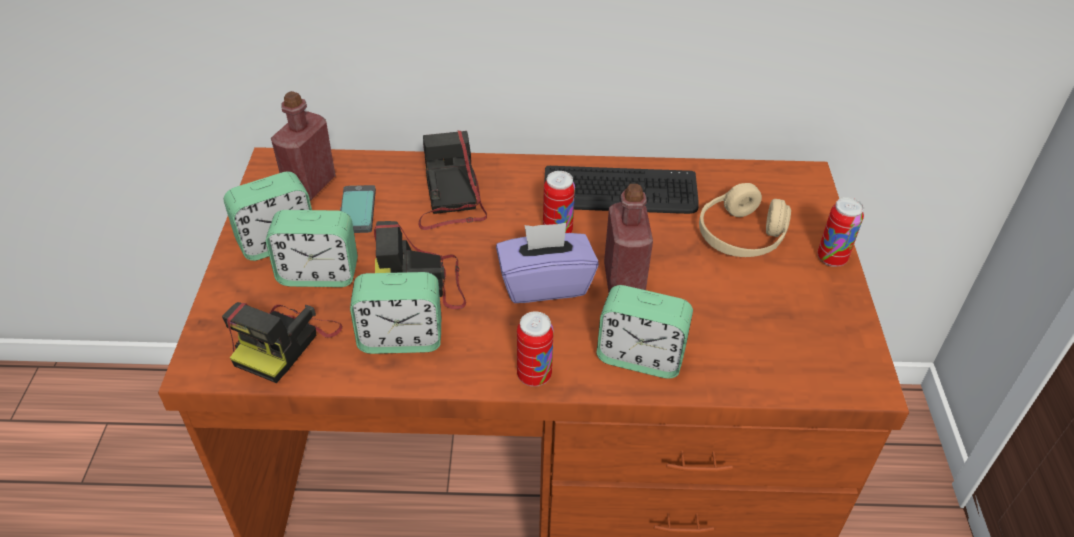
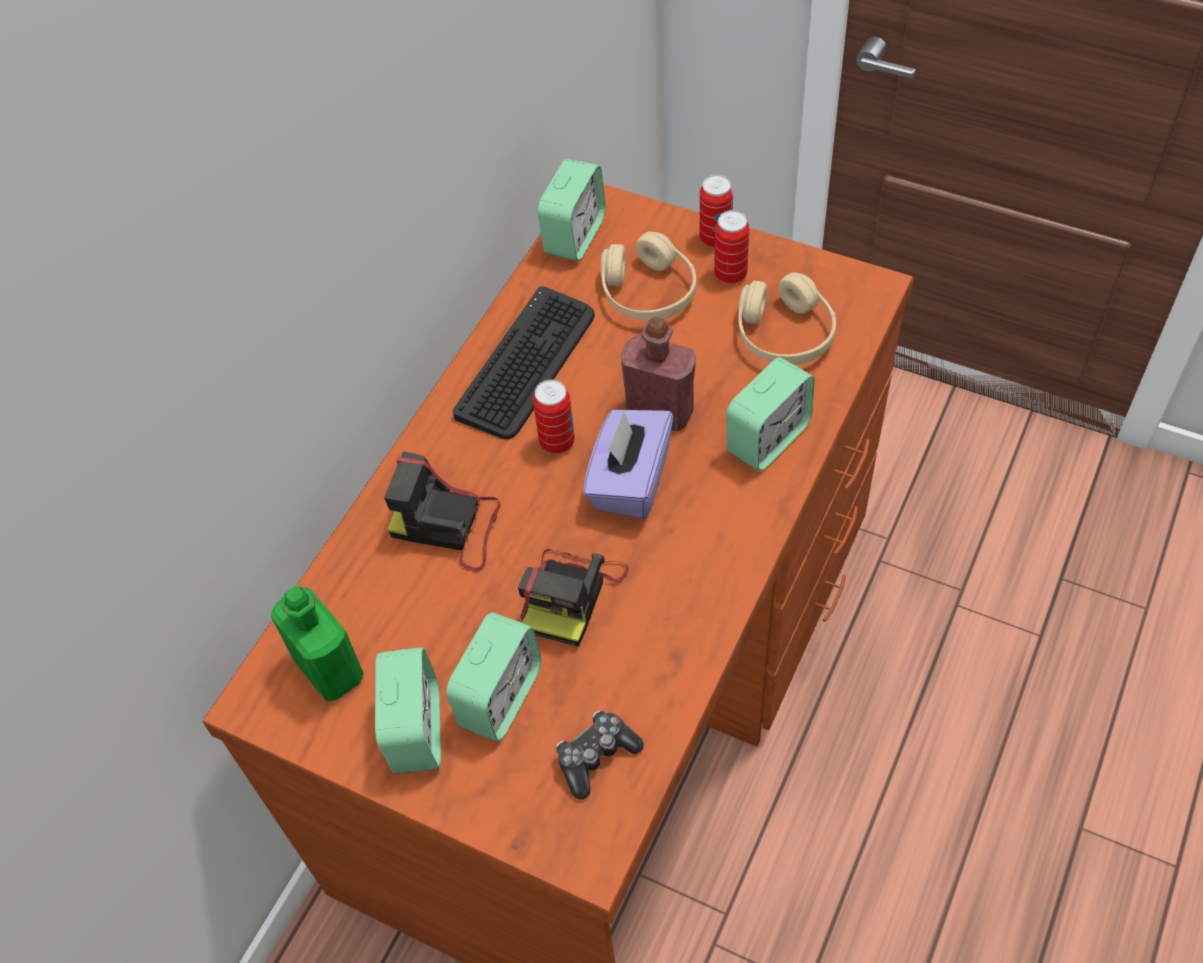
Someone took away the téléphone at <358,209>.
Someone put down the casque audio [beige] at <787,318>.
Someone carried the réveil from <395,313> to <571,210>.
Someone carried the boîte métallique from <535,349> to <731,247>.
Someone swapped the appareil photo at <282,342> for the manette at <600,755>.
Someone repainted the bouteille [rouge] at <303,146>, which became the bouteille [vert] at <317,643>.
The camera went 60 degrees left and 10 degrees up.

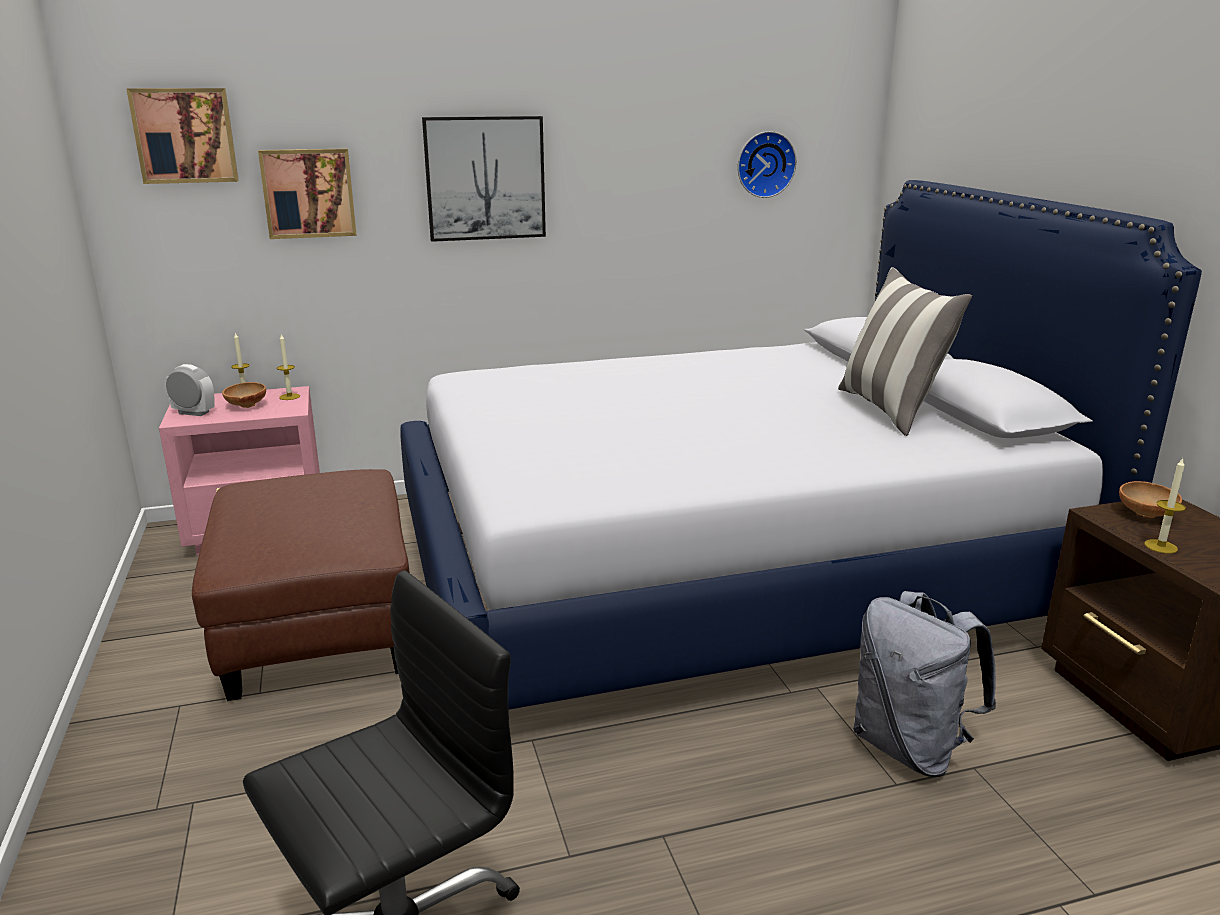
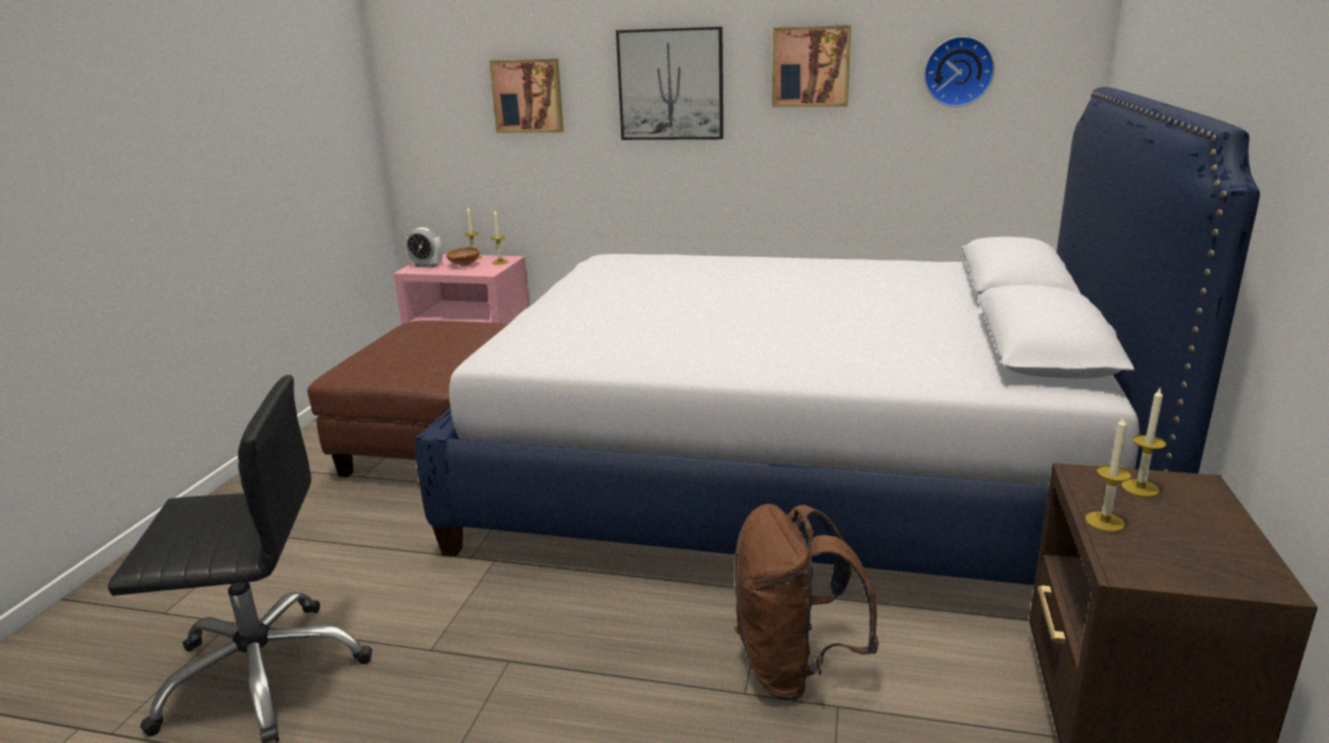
Someone took away the coussin at <905,351>.
Someone carried the tableau from <182,136> to <811,66>.
Someone swapped the bol [marron] at <1150,499> for the bougie at <1143,442>.
Someone repainted the sac à dos [gris] at <924,684>, which became the sac à dos [marron] at <806,602>.
Someone rotated the réveil at <190,390> by 150 degrees clockwise.
The camera went 30 degrees right and 0 degrees up.

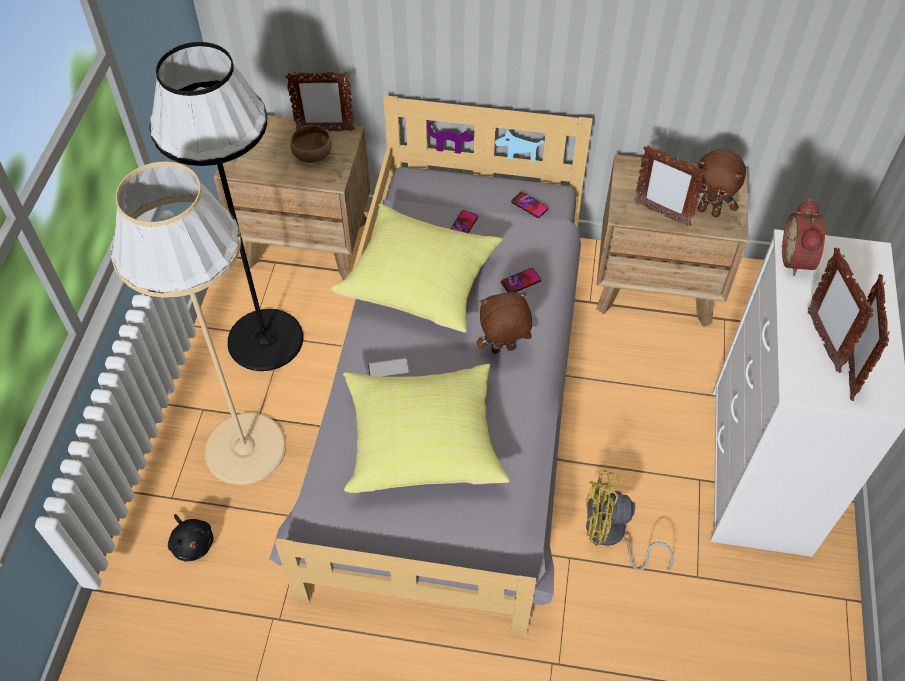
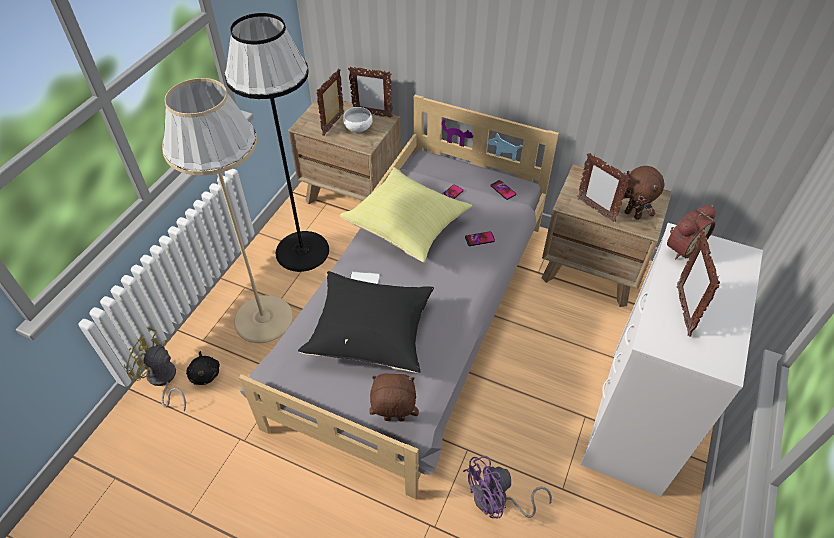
Someone put down the ventilateur [violet] at <507,487>.
Someone carried the peluche [marron] from <504,323> to <394,397>.
Someone carried the ventilateur [jaune] from <630,520> to <155,369>.
Someone carried the cadre photo from <869,337> to <330,102>.
Someone repainted the bol [marron] at <311,144>, which became the bol [blanc] at <358,119>.
Someone repainted the coussin [jaune] at <426,428>, which became the coussin [noir] at <366,322>.
Someone rotated the réveil at <803,237> by 150 degrees counterclockwise.
The camera went 15 degrees right and 5 degrees down.

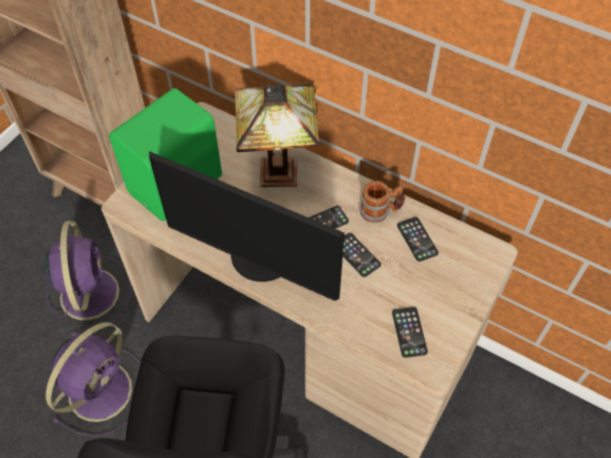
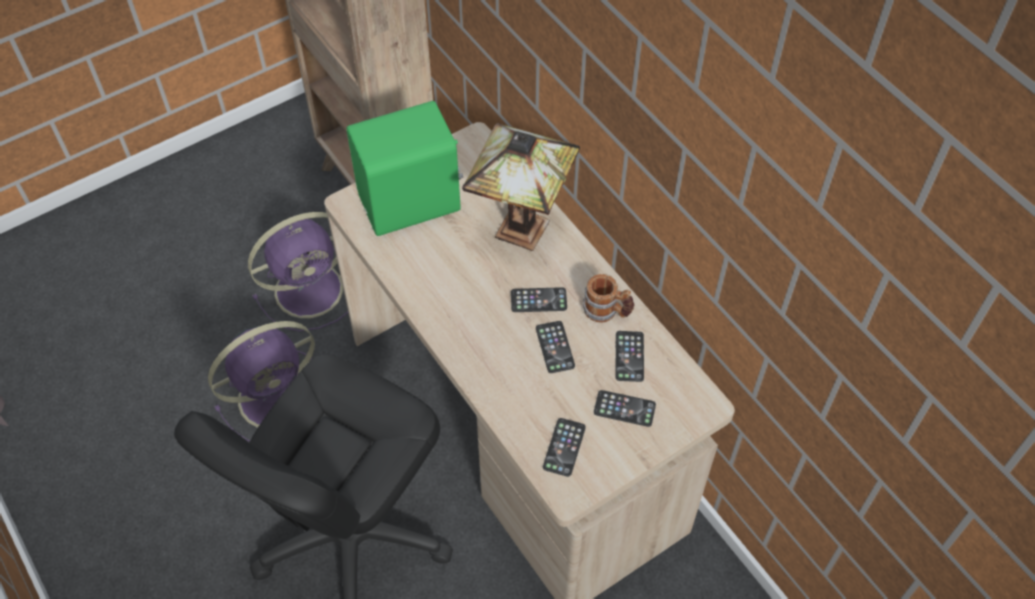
Someone took away the écran d'ordinateur at <247,226>.
Someone put down the téléphone at <625,408>.
Someone rotated the ventilateur [violet] at <87,278> by 45 degrees clockwise.
The camera went 25 degrees right and 0 degrees up.

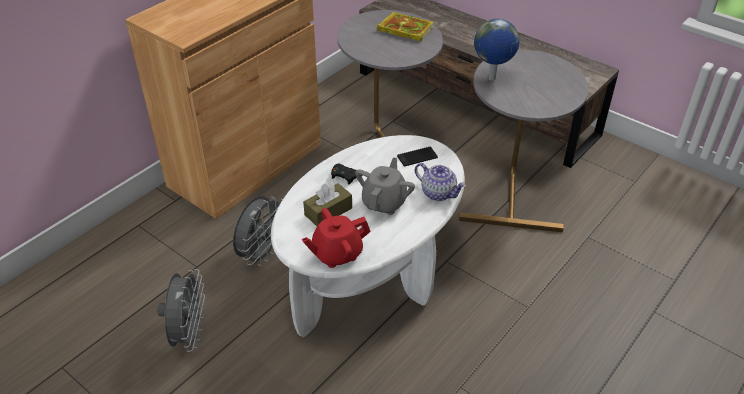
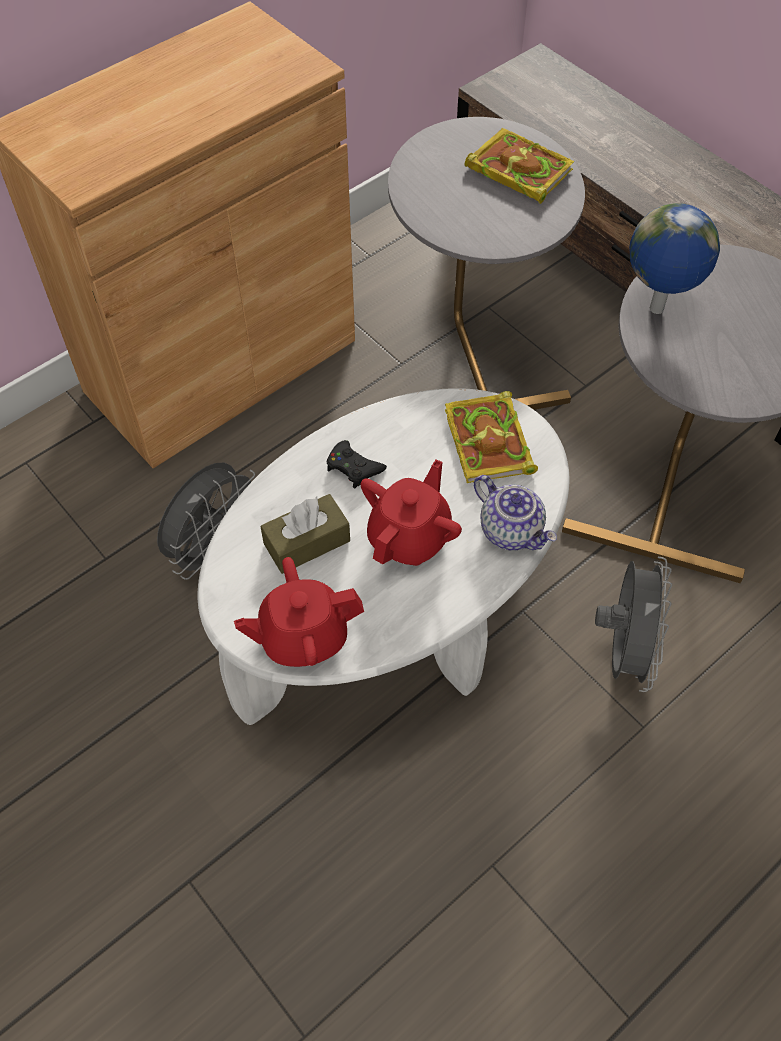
Someone carried the ventilateur [gris] from <181,310> to <633,624>.
Someone swapped the téléphone at <417,157> for the livre at <491,437>.
Someone repainted the théière [gris] at <385,186>, which became the théière [rouge] at <411,512>.
The camera went 10 degrees right and 15 degrees up.

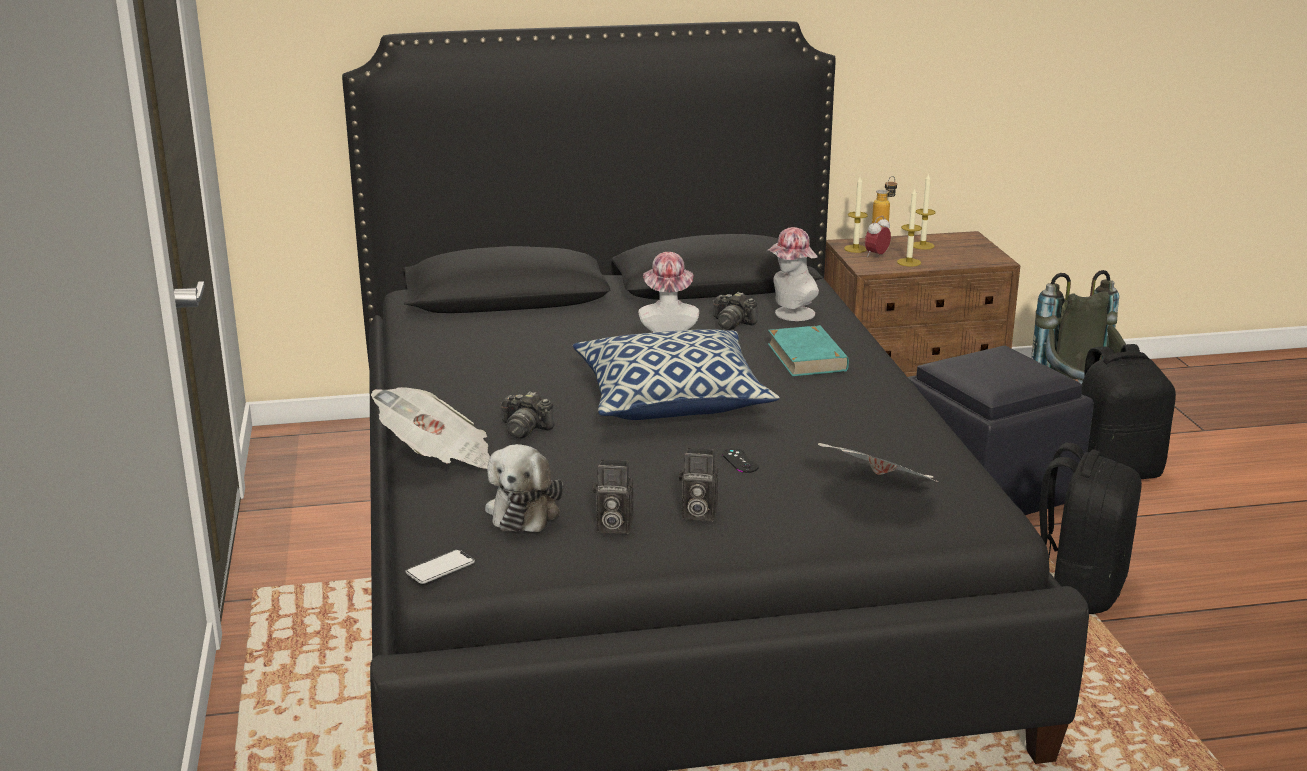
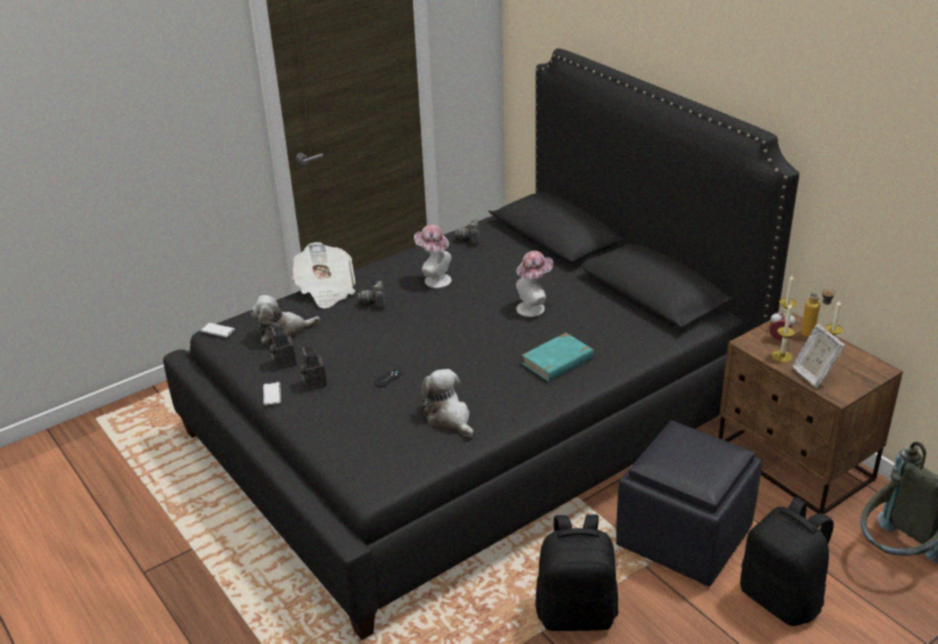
Someone took away the coussin at <676,374>.
Someone took away the journal at <878,462>.
Someone put down the téléphone at <272,393>.
Someone put down the peluche at <447,403>.
Someone put down the cadre photo at <818,356>.
Someone carried the appareil photo from <735,311> to <467,233>.
Someone carried the chapeau from <792,274> to <433,256>.
The camera went 65 degrees right and 10 degrees up.

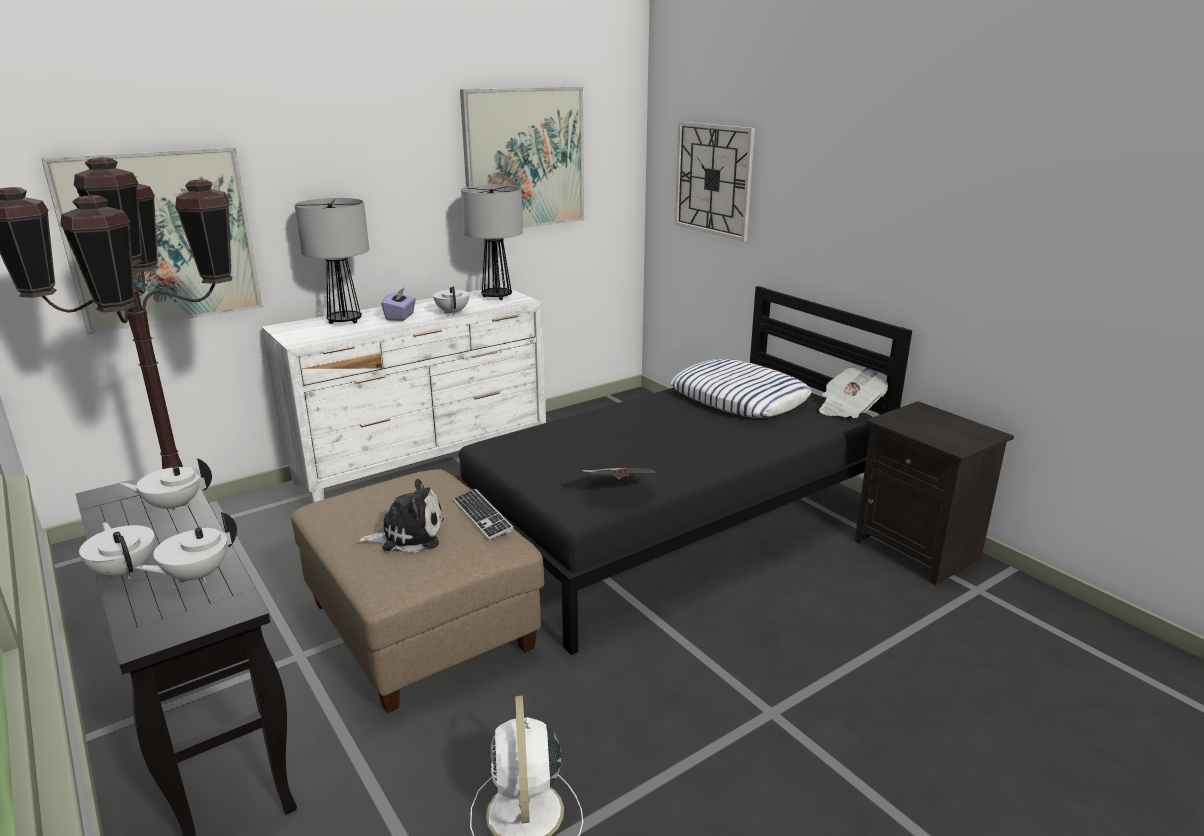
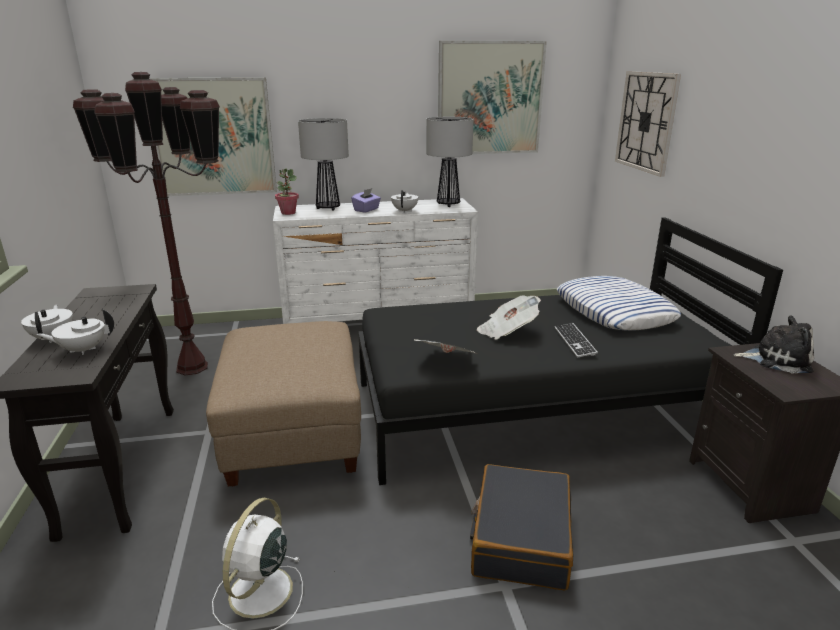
Someone took away the théière [blanc] at <166,485>.
Someone put down the plante en pot at <287,191>.
Someone put down the valise [noir] at <521,527>.
Someone carried the peluche from <400,516> to <774,344>.
Someone carried the clavier from <483,514> to <576,340>.
Someone carried the journal from <853,392> to <509,317>.
The camera went 25 degrees right and 0 degrees up.

